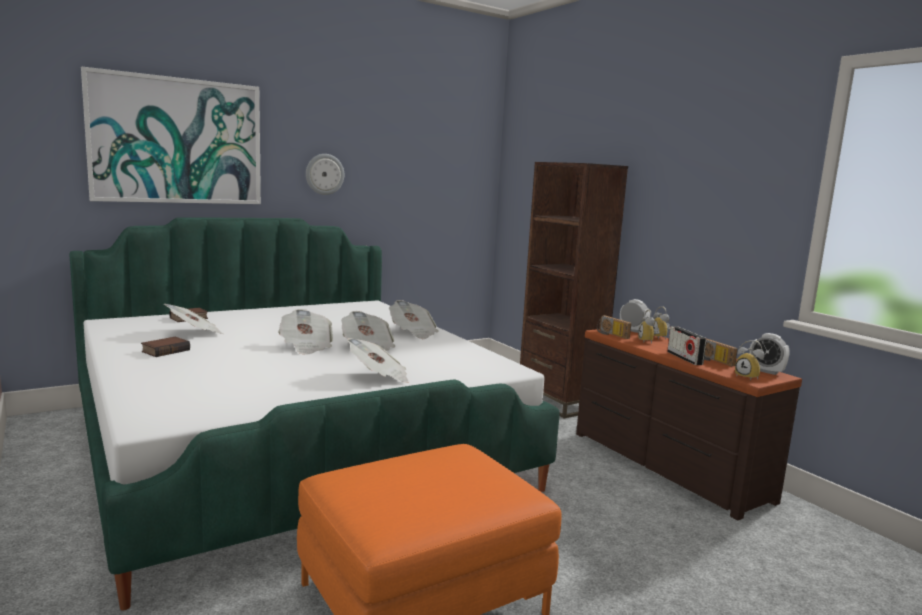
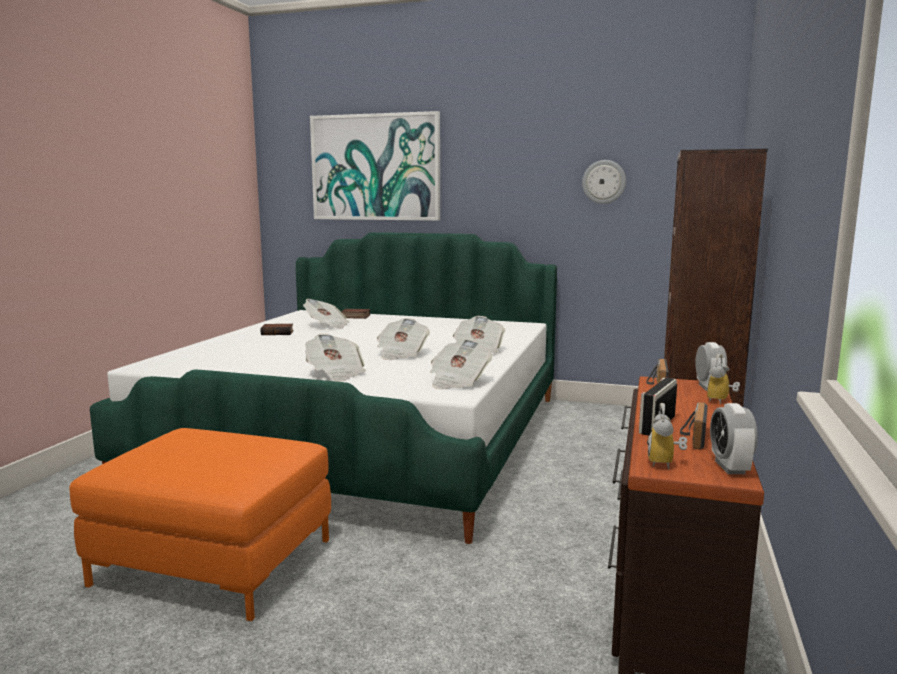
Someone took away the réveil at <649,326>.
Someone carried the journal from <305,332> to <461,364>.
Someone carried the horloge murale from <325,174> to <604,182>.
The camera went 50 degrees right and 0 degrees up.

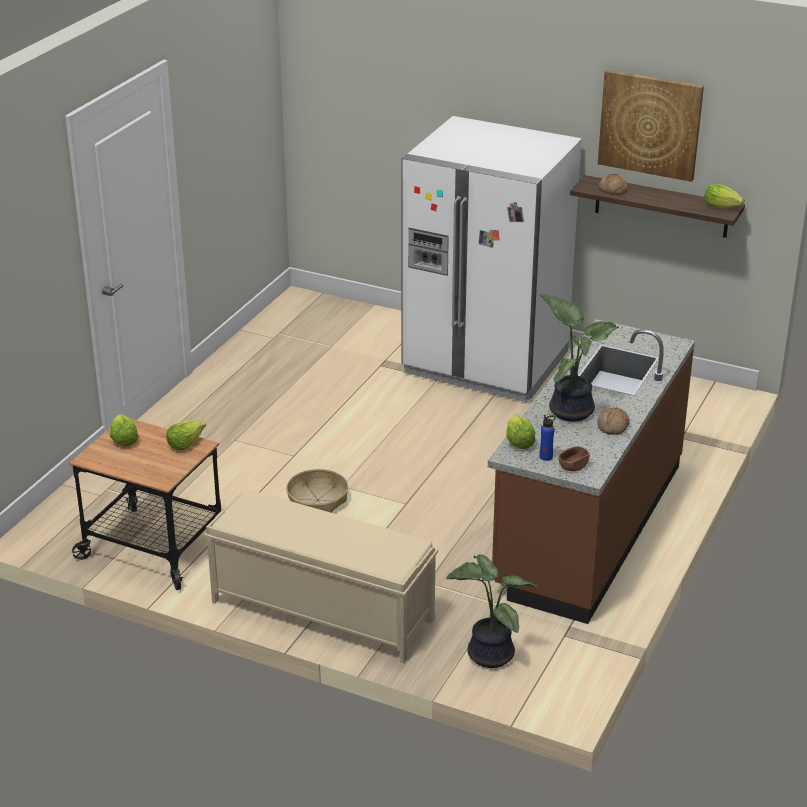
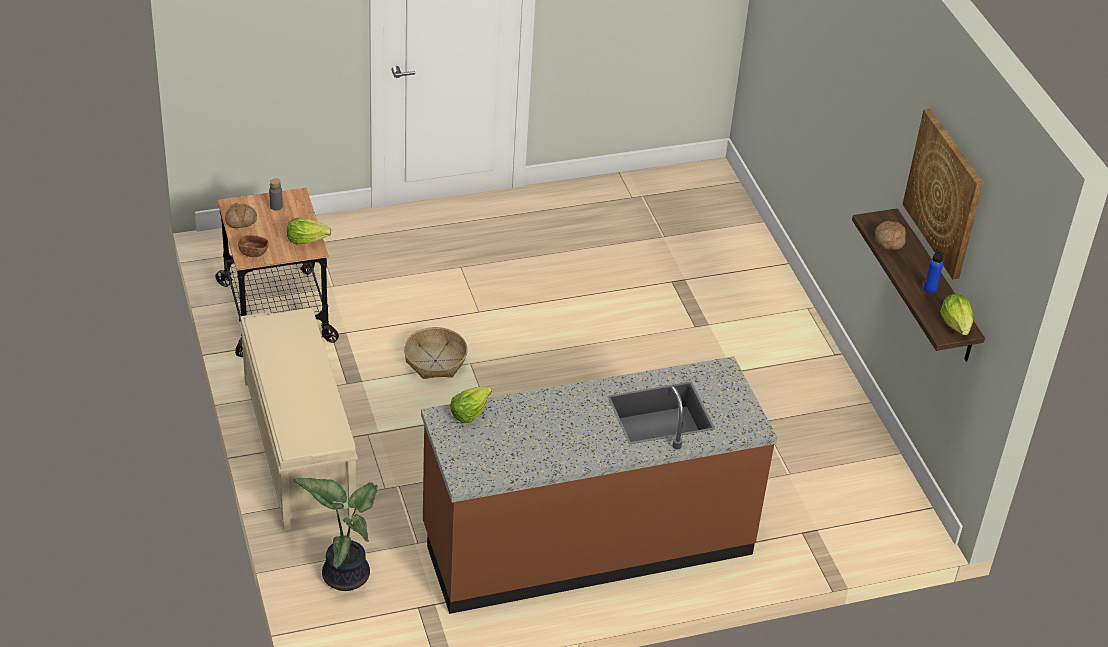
Someone took away the réfrigérateur [blanc] at <491,259>.
Someone took away the plante en pot at <579,358>.
Someone carried the bouteille [bleu] from <547,438> to <933,271>.
Someone carried the bol [marron] from <574,458> to <253,246>.
Someone carried the pain from <613,421> to <241,215>.
Someone swapped the laitue at <124,430> for the bouteille [gris] at <276,194>.
The camera went 45 degrees right and 10 degrees up.

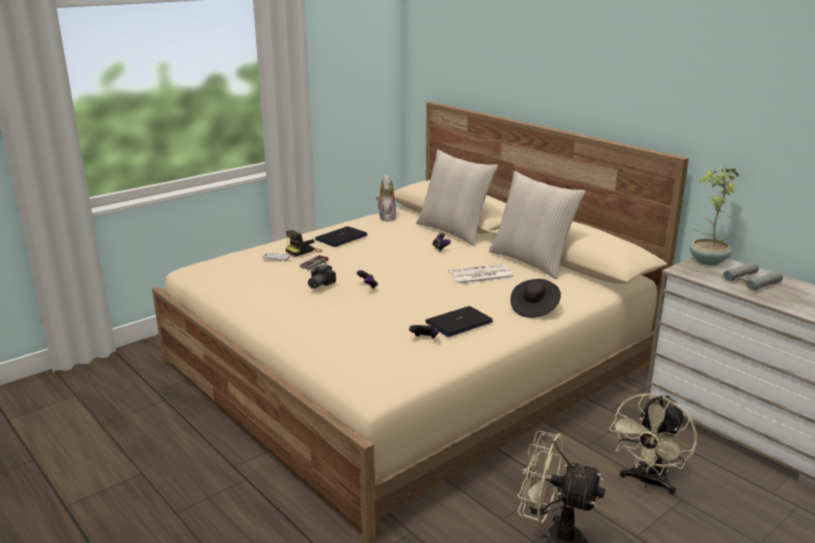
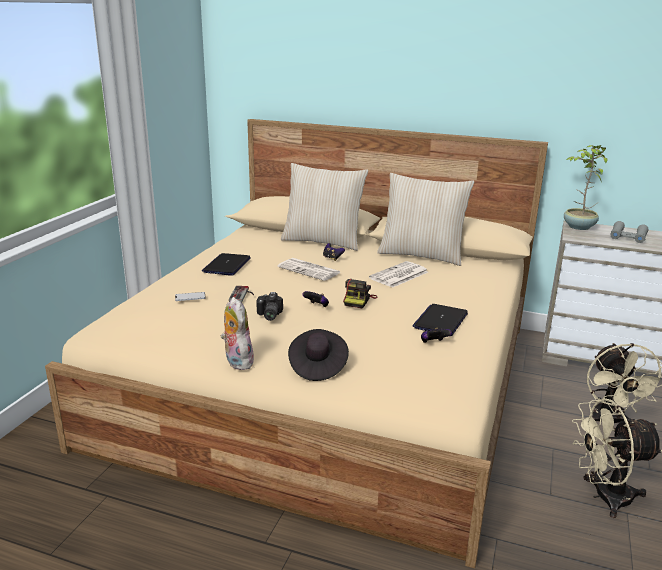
Someone put down the journal at <309,269>.
Someone carried the appareil photo from <303,243> to <360,293>.
Someone carried the peluche from <386,197> to <237,333>.
Someone carried the chapeau [noir] from <536,298> to <318,355>.
The camera went 30 degrees left and 0 degrees up.

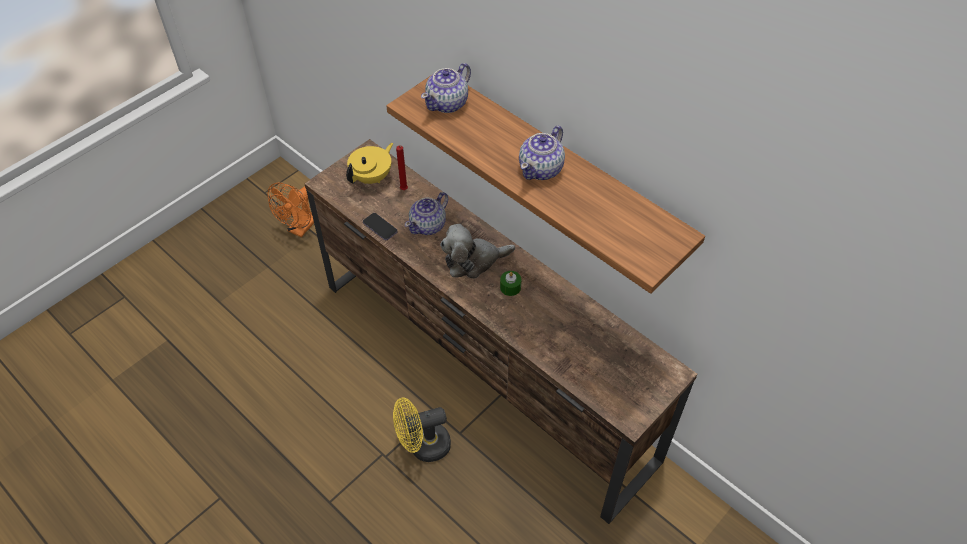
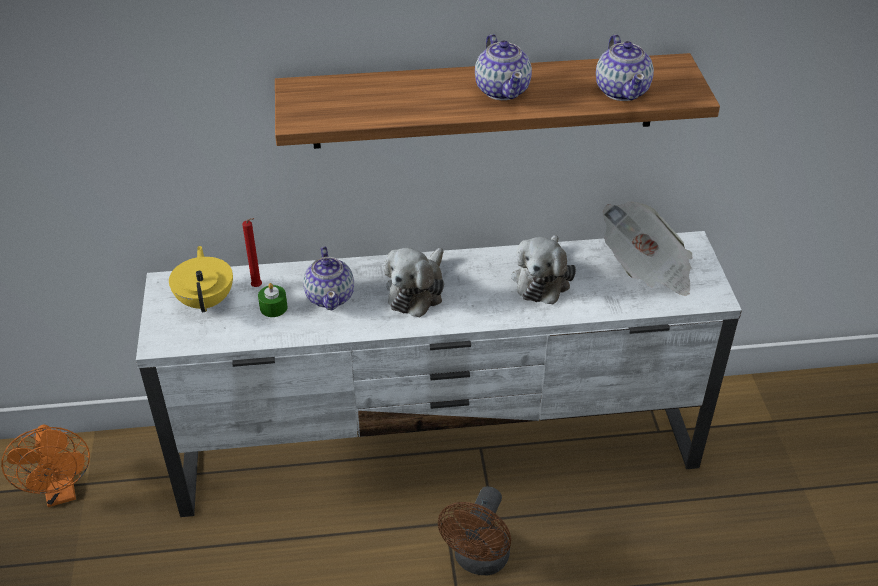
Someone took away the téléphone at <380,226>.
Someone put down the peluche at <543,269>.
Someone put down the journal at <648,249>.
Someone carried the théière from <446,88> to <625,67>.
Someone carried the bougie [vert] from <510,283> to <272,300>.
Someone repainted the meuble télé [marron] at <500,331>, which became the meuble télé [blanc] at <439,374>.
Someone repainted the ventilateur [jaune] at <422,430>, which became the ventilateur [marron] at <474,530>.
The camera went 50 degrees left and 10 degrees down.

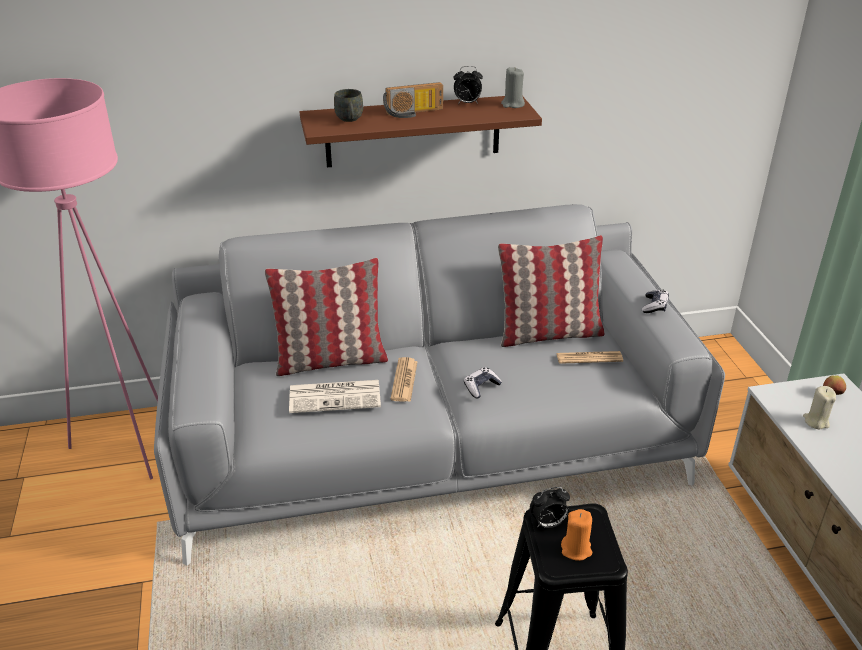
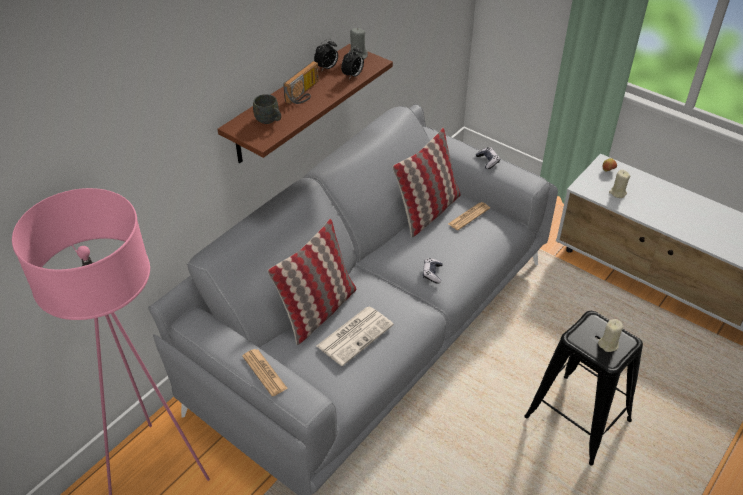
Someone carried the journal from <404,379> to <265,373>.
Someone carried the réveil from <550,507> to <352,63>.
Someone repainted the bougie [orange] at <576,535>, which became the bougie [beige] at <610,335>.
The camera went 40 degrees left and 10 degrees up.

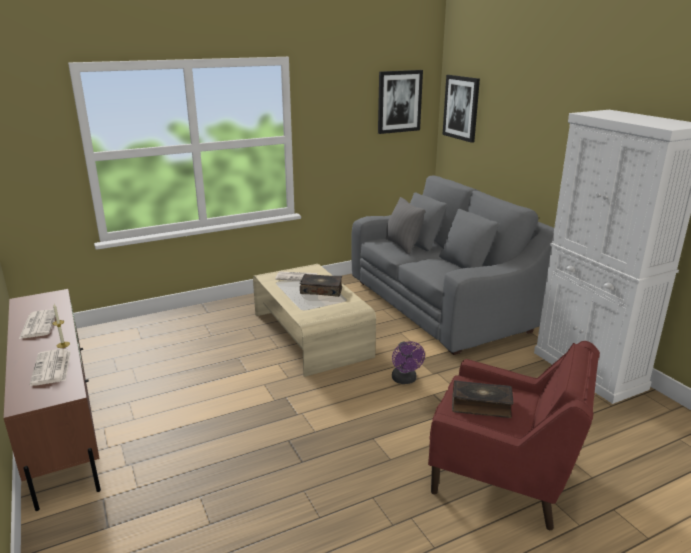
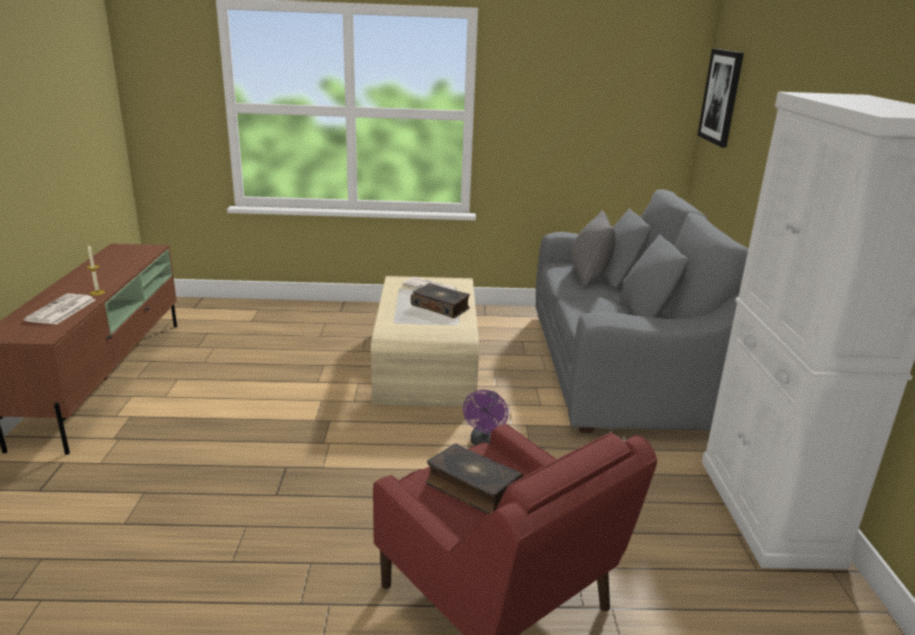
Someone took away the journal at <37,324>.
Someone took away the tableau at <400,102>.
The camera went 25 degrees right and 0 degrees up.

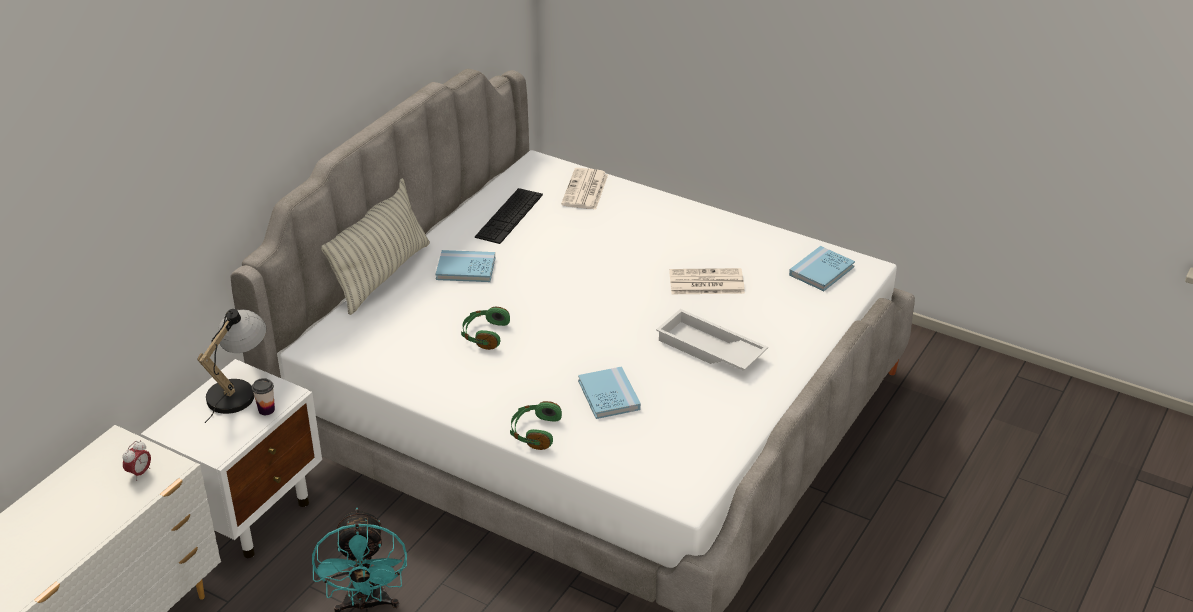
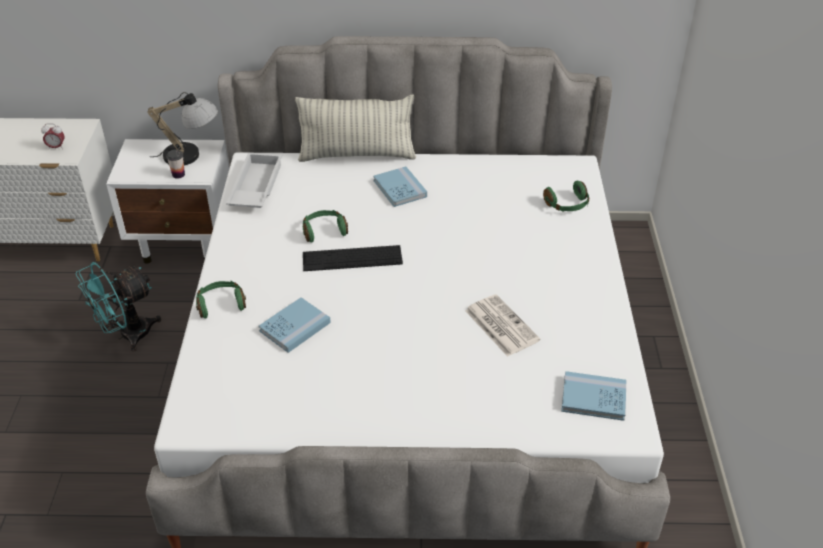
Someone carried the clavier from <509,216> to <353,258>.
Someone carried the plateau [blanc] from <712,340> to <254,180>.
Someone swapped the journal at <584,189> for the casque audio [vert] at <566,196>.
The camera went 60 degrees right and 5 degrees up.

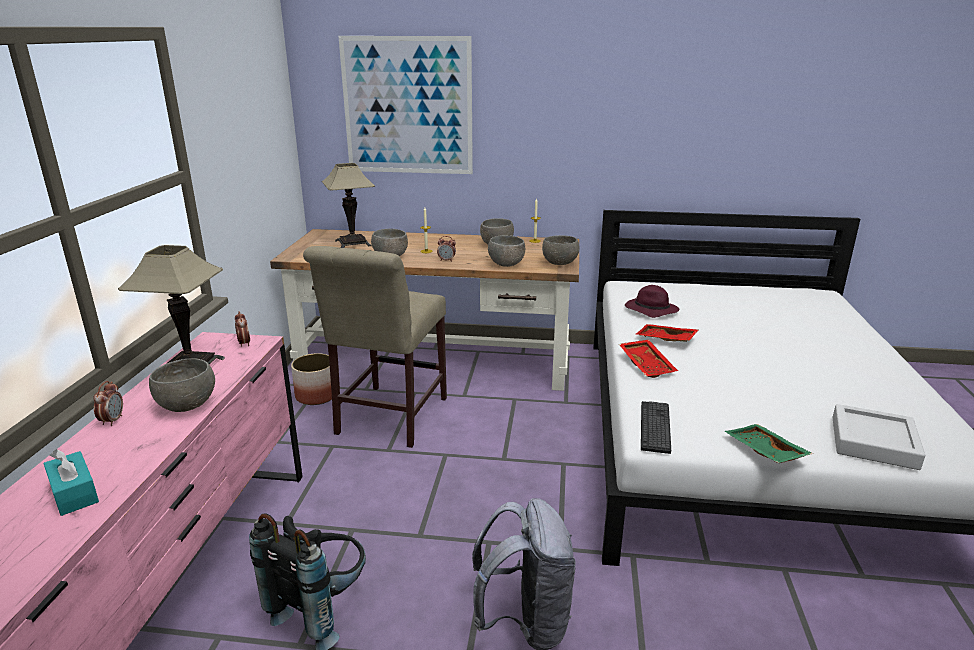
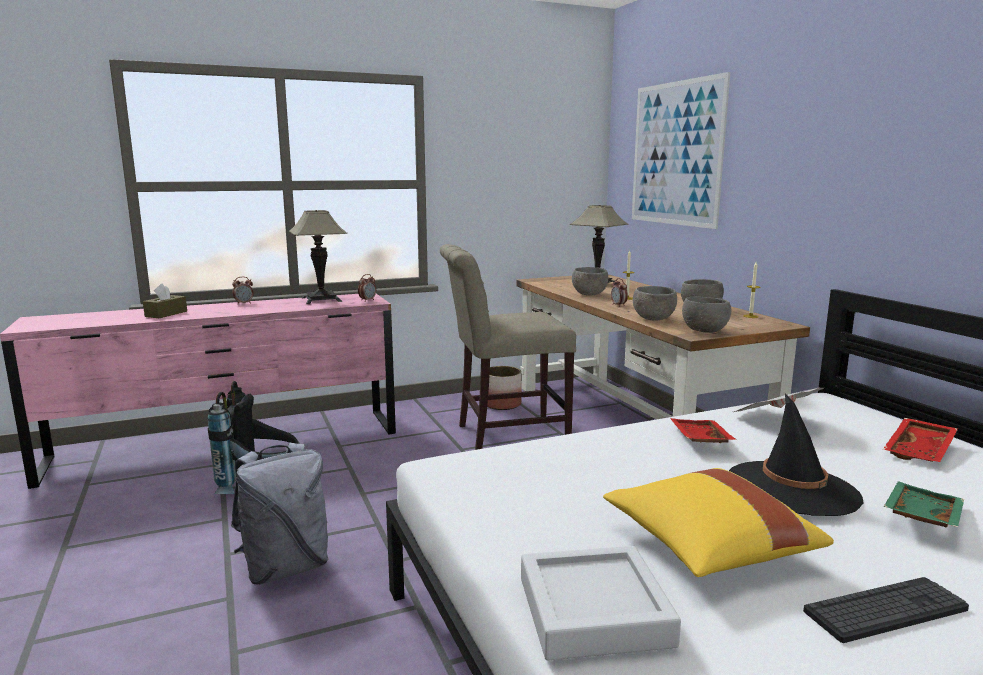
Someone took away the bol [gris] at <182,385>.
Someone put down the coussin [jaune] at <718,522>.
Someone put down the chapeau [noir] at <796,454>.
Someone carried the plateau [rouge] from <648,359> to <920,440>.
Someone carried the clavier from <656,427> to <886,610>.
Someone carried the plateau [vert] from <769,443> to <923,504>.
Someone swapped the chapeau [violet] at <652,301> for the journal at <779,399>.
Someone repainted the boîte à mouchoirs [turquoise] at <71,482>, which became the boîte à mouchoirs [marron] at <165,300>.
The camera went 60 degrees right and 10 degrees down.

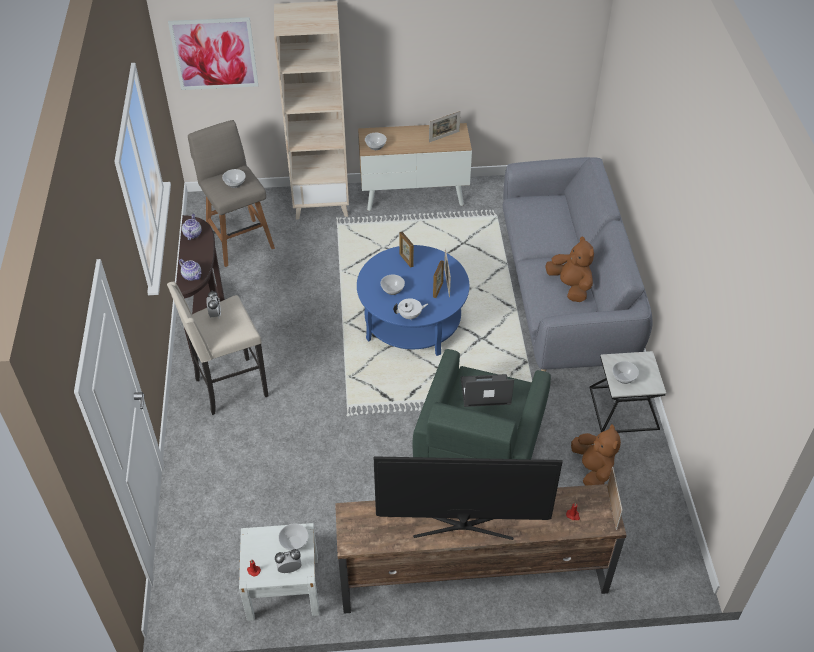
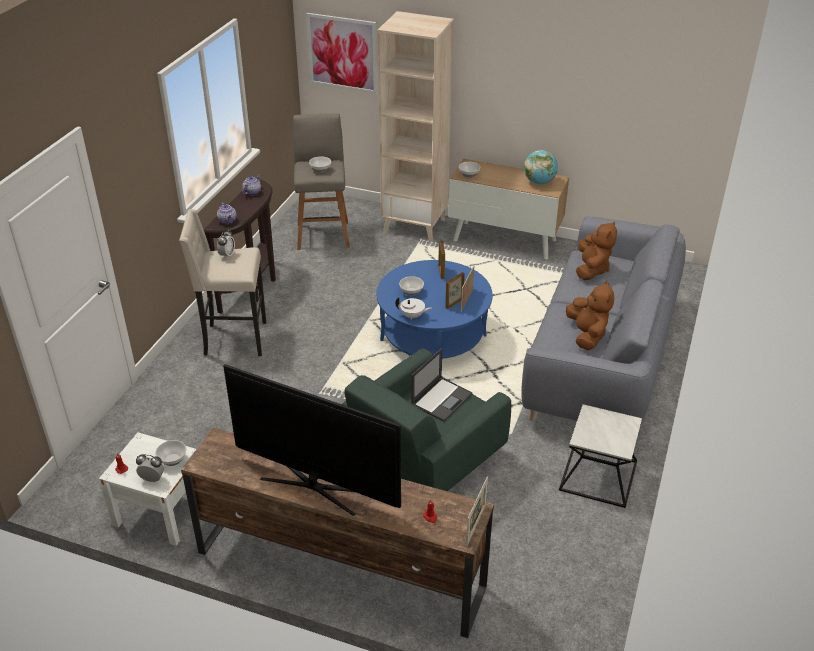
Someone took away the bol at <625,372>.
Someone carried the peluche [marron] from <596,455> to <596,250>.
Someone swapped the cadre photo at <444,126> for the globe at <541,167>.
Someone rotated the ordinateur portable at <487,390> by 105 degrees clockwise.
The camera went 25 degrees right and 10 degrees down.

